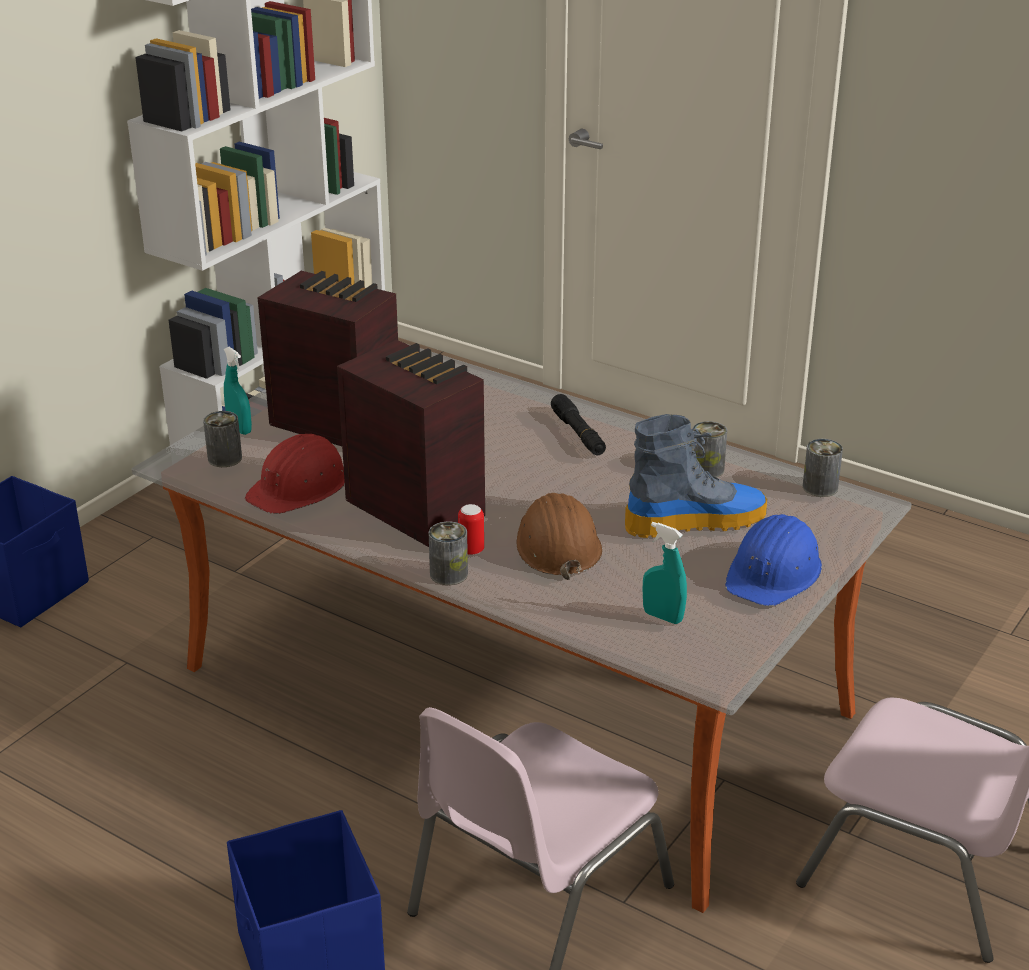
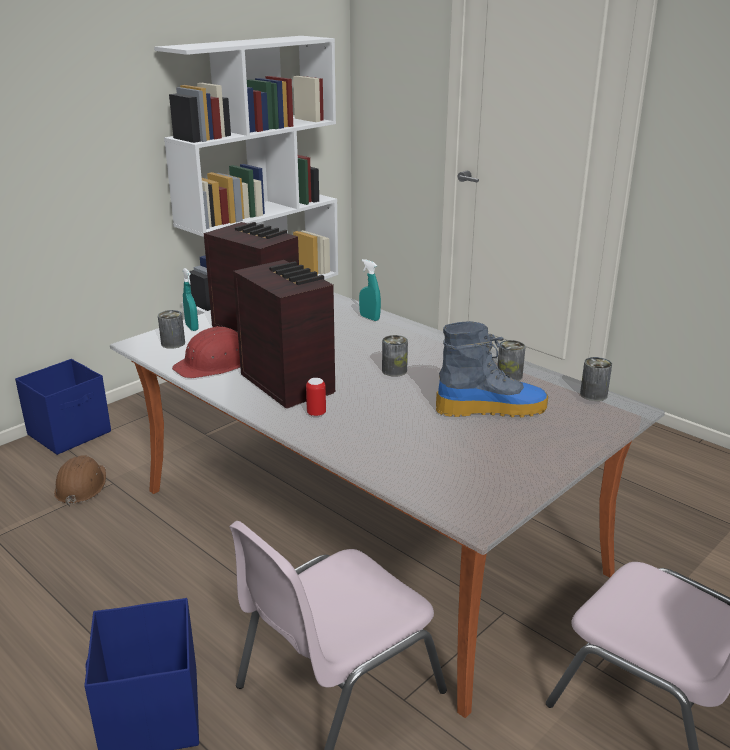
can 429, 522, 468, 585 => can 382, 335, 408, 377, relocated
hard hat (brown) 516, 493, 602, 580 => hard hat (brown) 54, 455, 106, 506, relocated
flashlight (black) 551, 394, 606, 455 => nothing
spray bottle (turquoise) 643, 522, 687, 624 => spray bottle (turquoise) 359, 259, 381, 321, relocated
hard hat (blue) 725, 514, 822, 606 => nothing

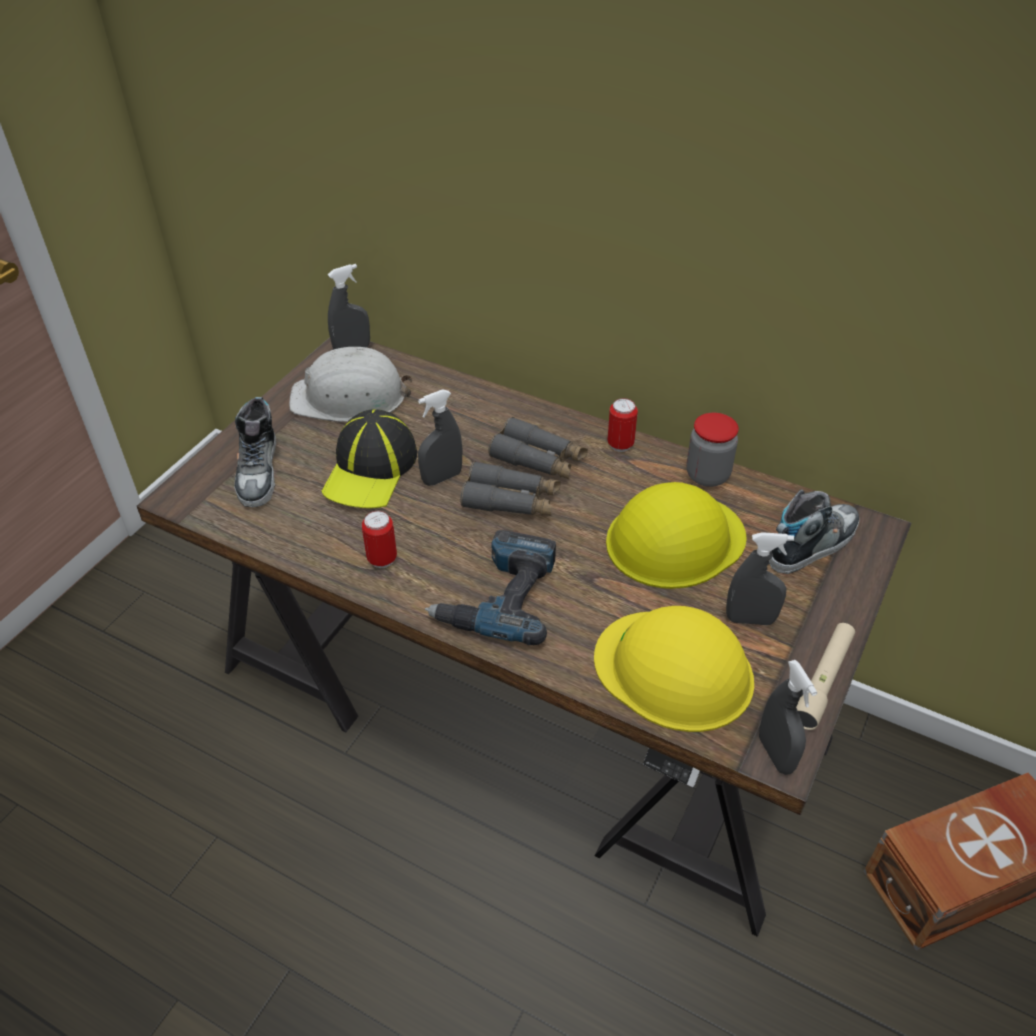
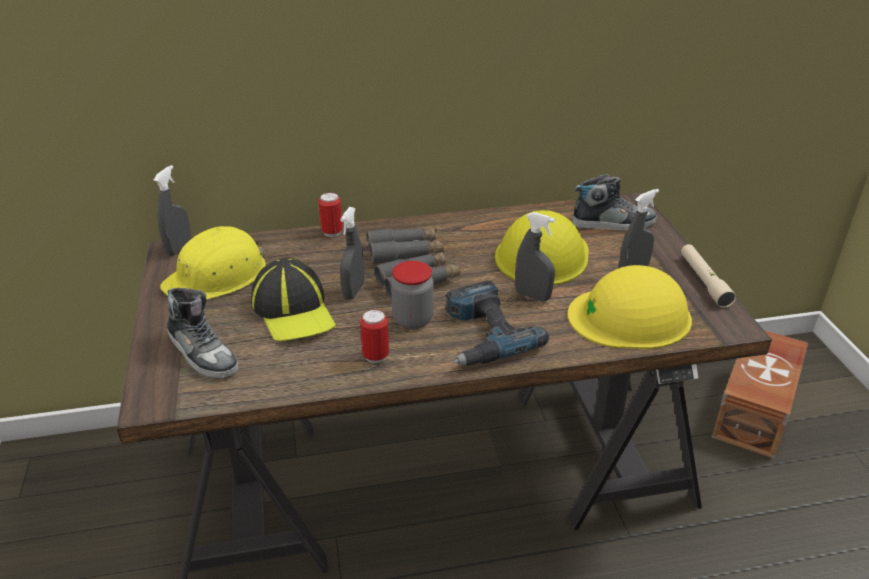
hard hat (white) 289, 347, 412, 422 => hard hat (yellow) 160, 226, 266, 300
can 607, 398, 638, 452 => can 318, 192, 343, 237, relocated
jar 686, 413, 739, 487 => jar 391, 261, 434, 329, relocated
spray bottle (grey) 759, 660, 817, 775 => spray bottle (grey) 515, 212, 556, 301, relocated
shoe 769, 489, 859, 574 => shoe 572, 174, 657, 230, 75 degrees clockwise

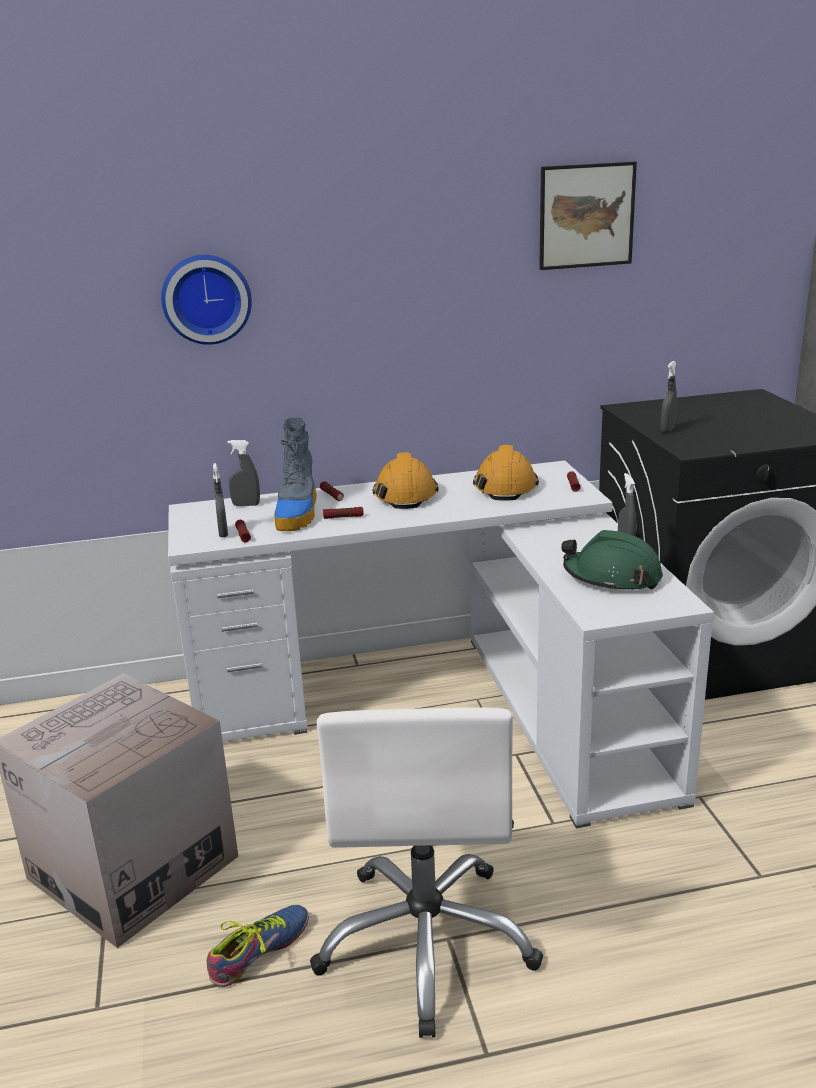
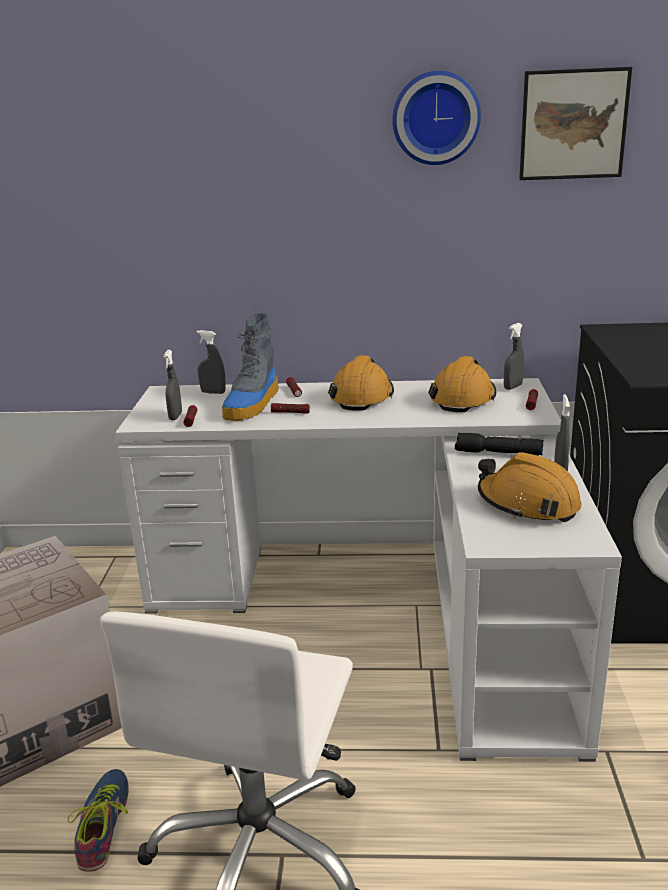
wall clock 161, 255, 252, 345 => wall clock 392, 71, 481, 165, relocated
shoe 207, 905, 309, 987 => shoe 68, 769, 129, 872, 60 degrees counterclockwise
hard hat (green) 561, 530, 663, 592 => hard hat (orange) 478, 452, 582, 522
spray bottle (grey) 661, 361, 677, 433 => spray bottle (grey) 504, 323, 524, 390, relocated
nothing => flashlight (black) 455, 433, 544, 456

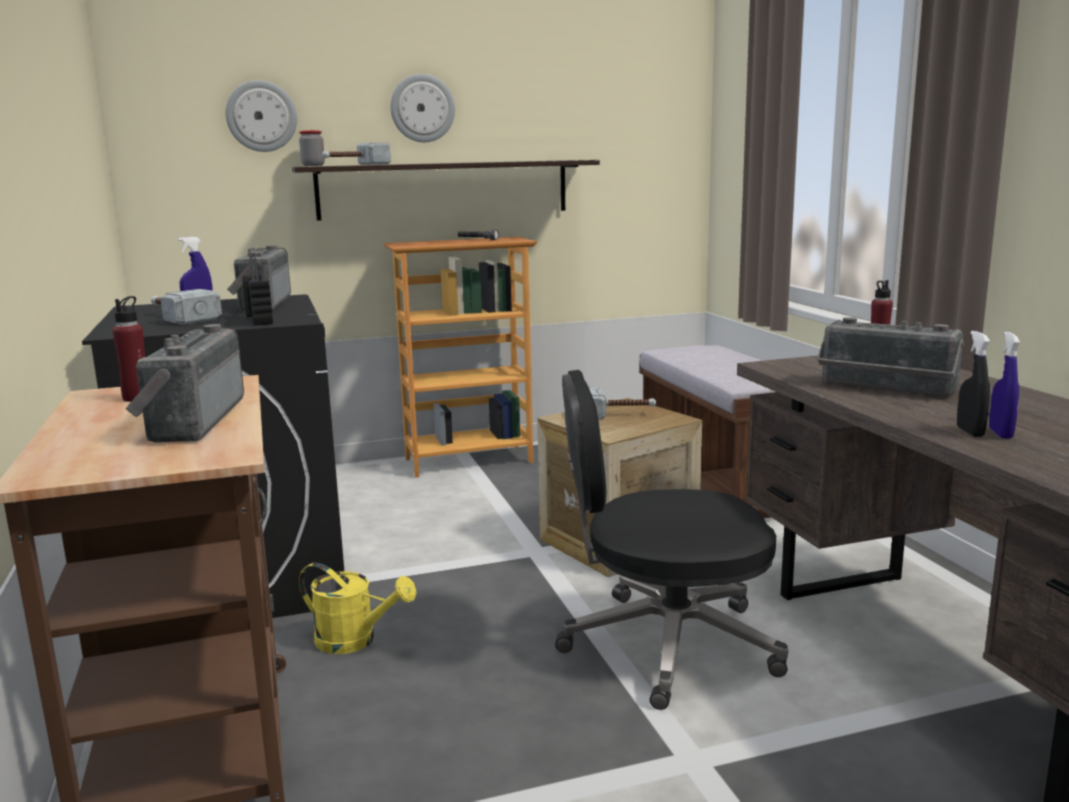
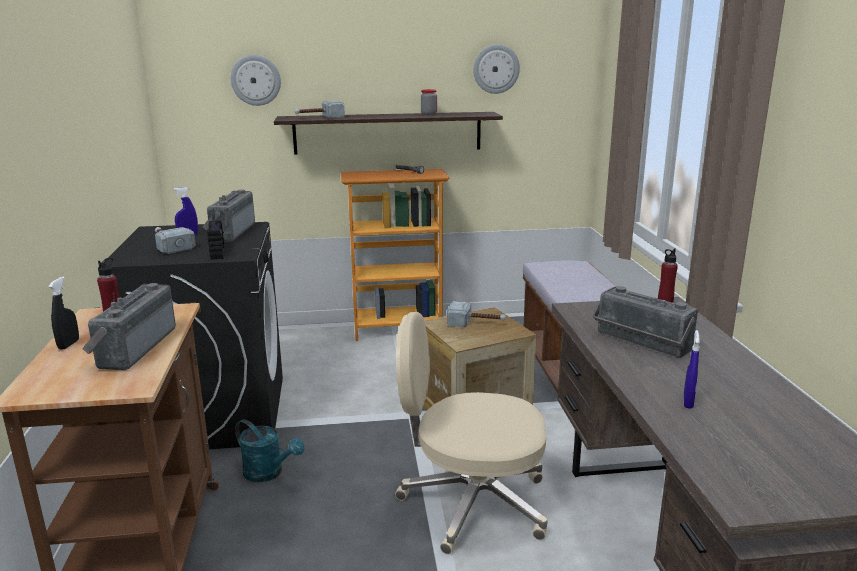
jar 299, 130, 325, 166 => jar 421, 89, 437, 115, relocated
watering can (yellow) 299, 562, 417, 654 => watering can (turquoise) 235, 419, 304, 482
wall clock 390, 74, 455, 142 => wall clock 473, 44, 520, 94, relocated
office chair (black) 555, 370, 788, 710 => office chair (beige) 395, 312, 547, 555
spray bottle (black) 957, 331, 990, 437 => spray bottle (black) 48, 277, 79, 350, relocated

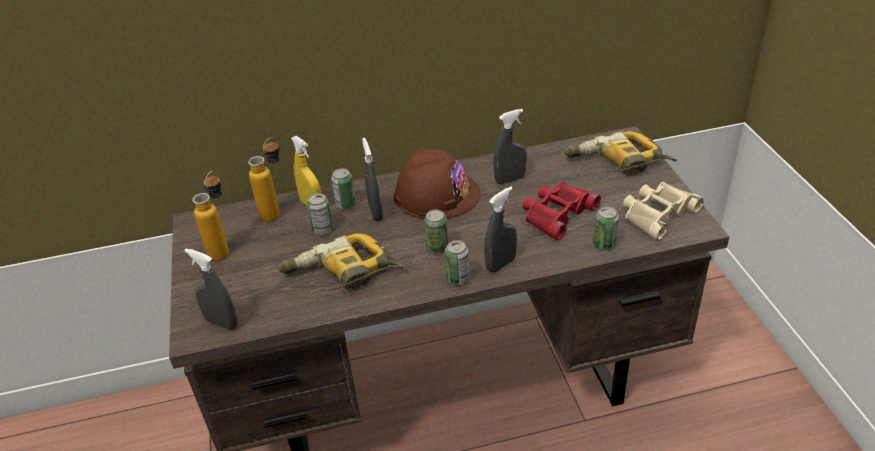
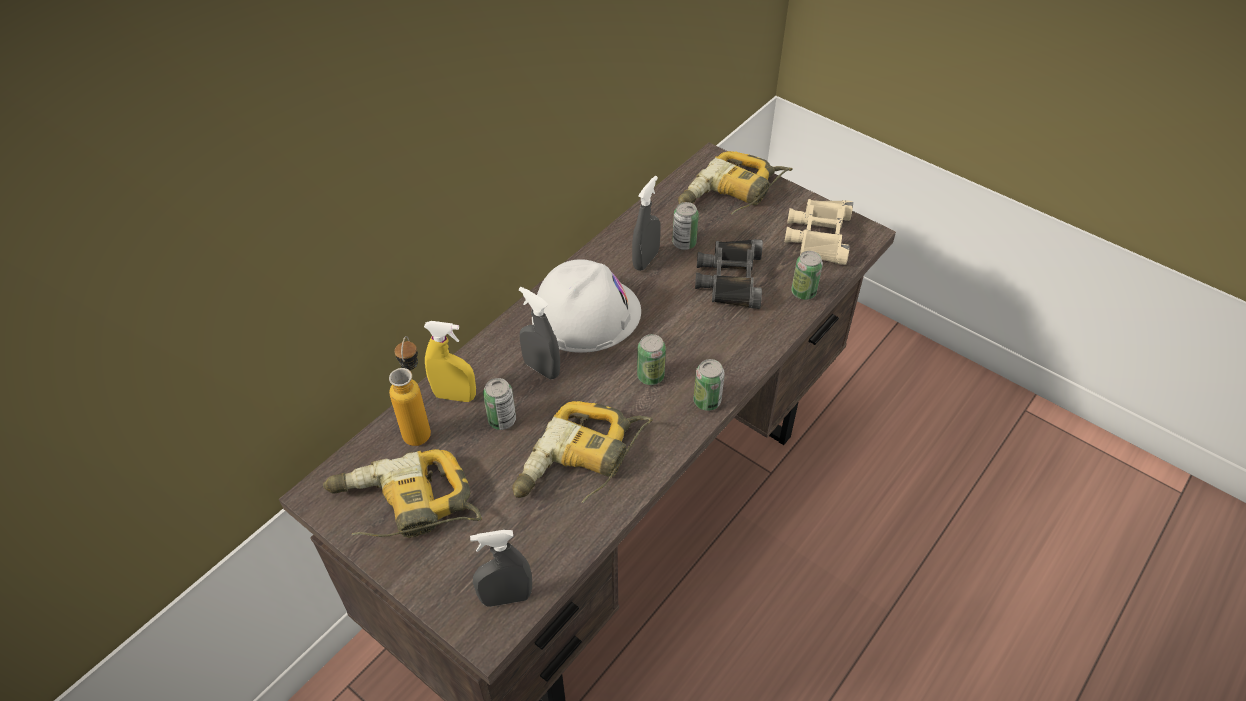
bottle 192, 171, 229, 261 => power drill 323, 449, 482, 538
can 331, 168, 356, 209 => can 672, 202, 699, 250, relocated
hard hat (brown) 393, 148, 481, 219 => hard hat (white) 532, 259, 641, 353
spray bottle (grey) 484, 186, 517, 273 => nothing
binoculars (red) 523, 181, 601, 240 => binoculars (black) 695, 239, 763, 309

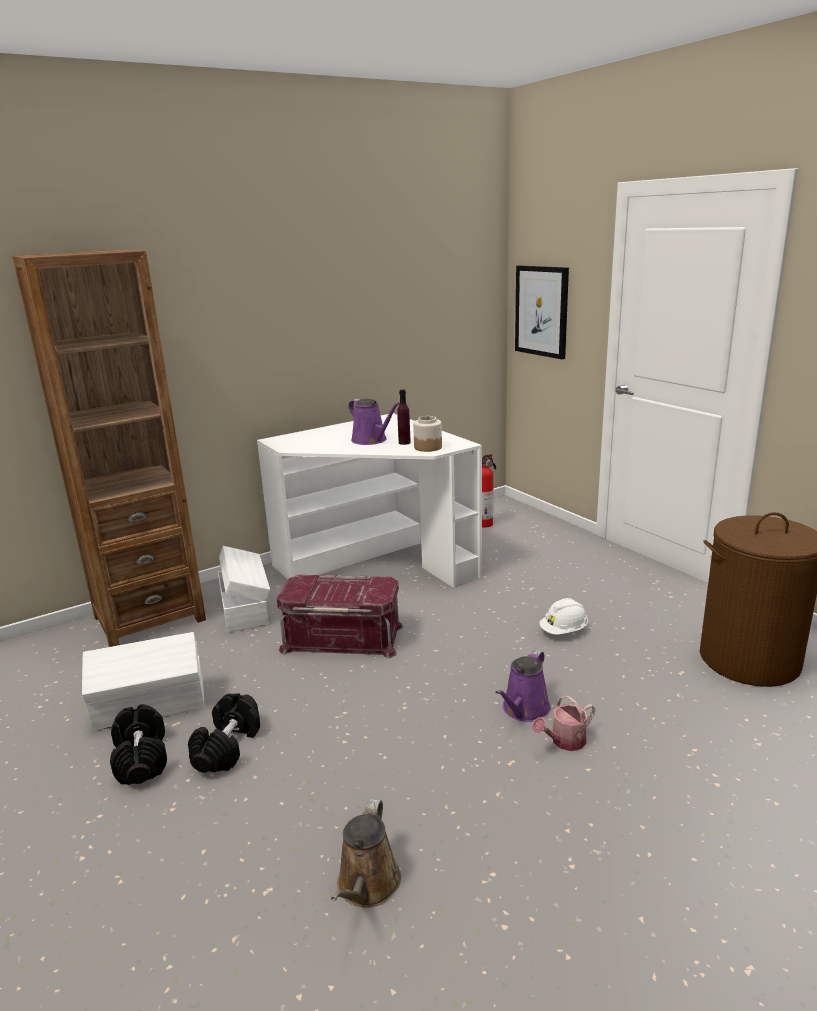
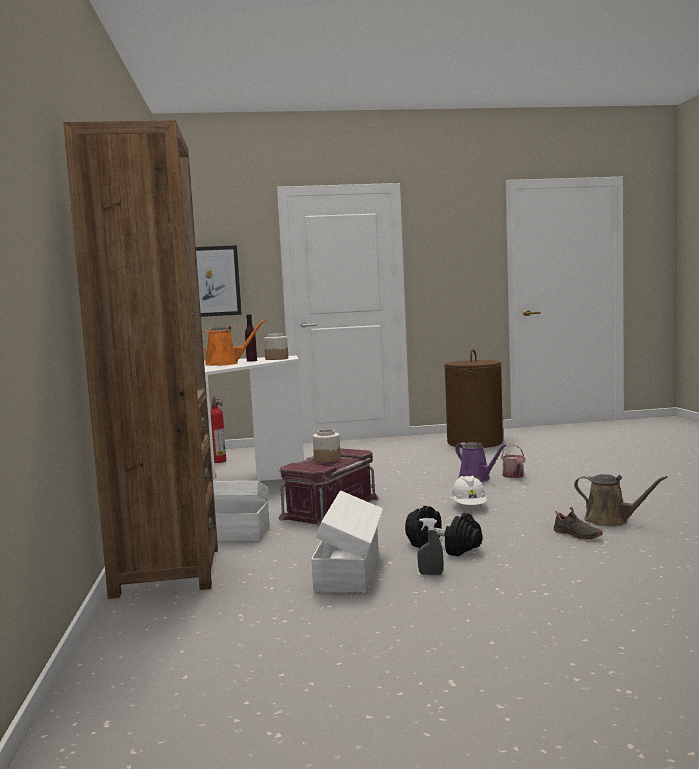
dumbbell (black) 110, 704, 167, 785 => spray bottle (grey) 417, 518, 443, 575
watering can (purple) 349, 399, 400, 445 => watering can (orange) 202, 319, 266, 366
hard hat (white) 539, 598, 588, 635 => hard hat (white) 450, 476, 487, 505, relocated
nothing => jar 313, 429, 341, 463
nothing => shoe (black) 554, 507, 603, 540

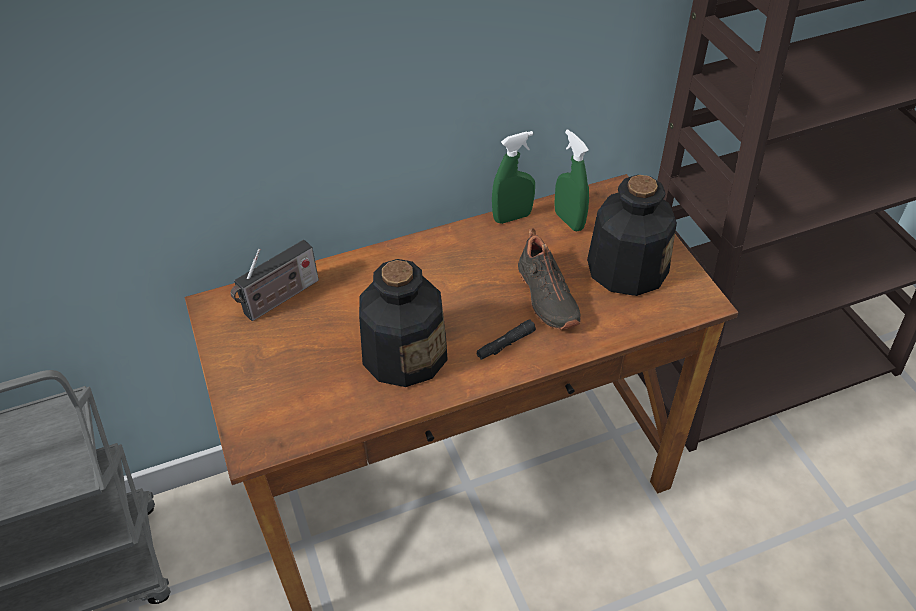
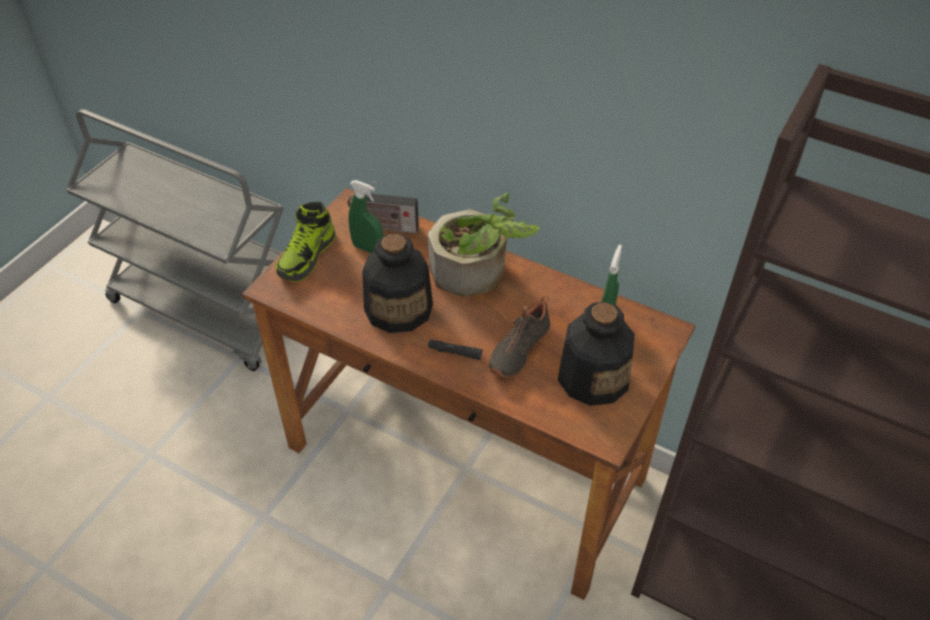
spray bottle (green) 492, 131, 535, 224 => spray bottle (green) 348, 180, 383, 253, relocated
nothing => shoe 276, 202, 335, 282
nothing => potted plant 428, 192, 540, 297

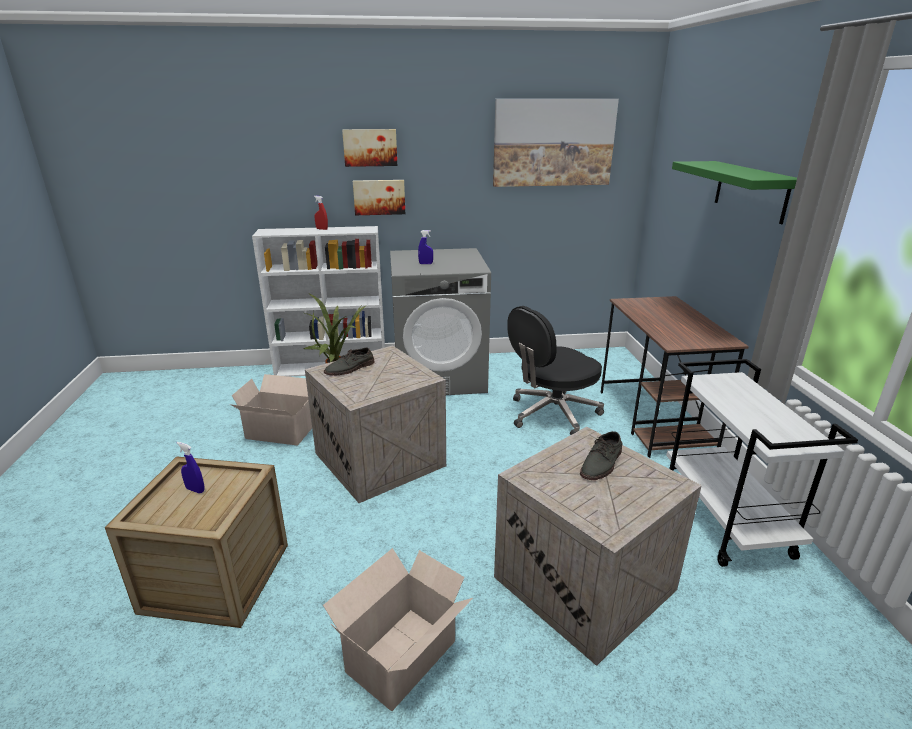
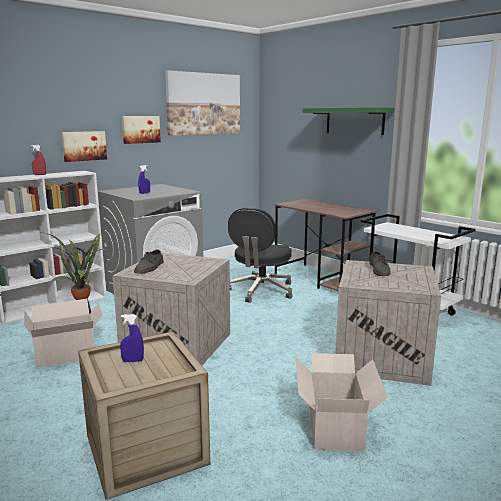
picture 342, 129, 397, 167 => picture 122, 116, 161, 144, relocated

